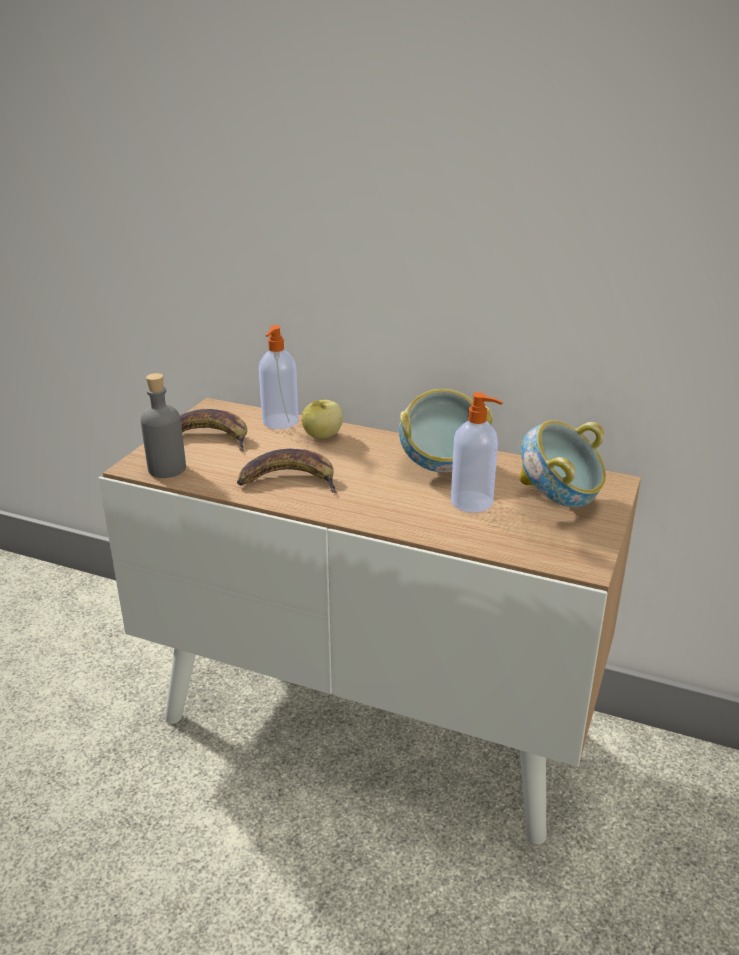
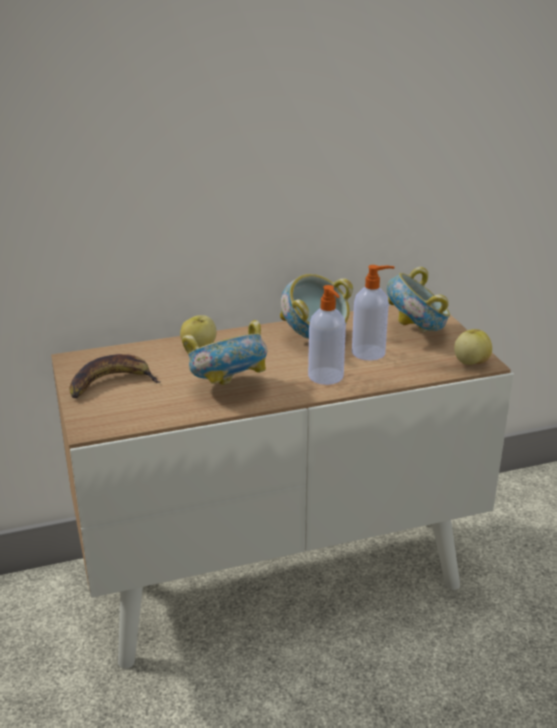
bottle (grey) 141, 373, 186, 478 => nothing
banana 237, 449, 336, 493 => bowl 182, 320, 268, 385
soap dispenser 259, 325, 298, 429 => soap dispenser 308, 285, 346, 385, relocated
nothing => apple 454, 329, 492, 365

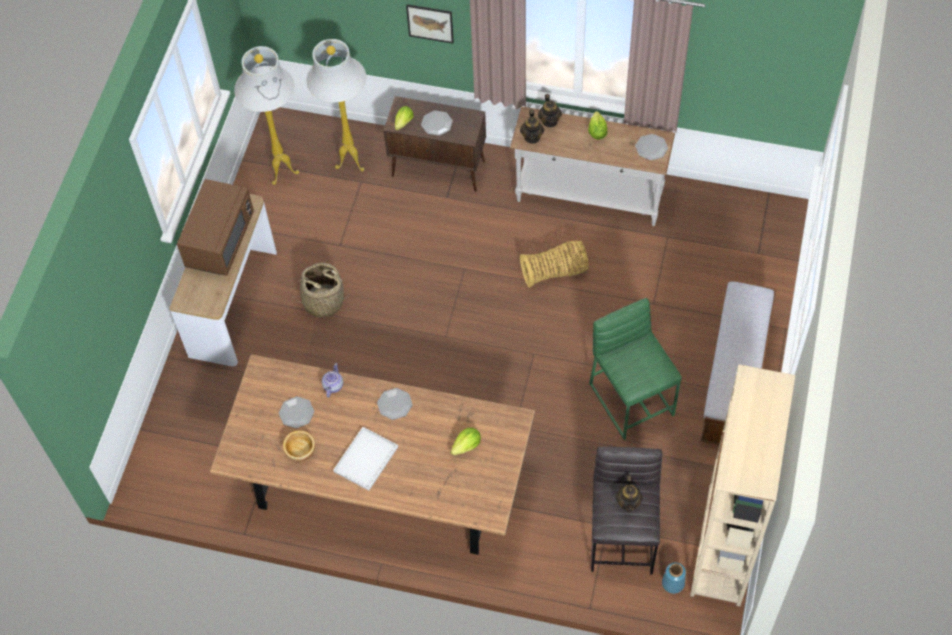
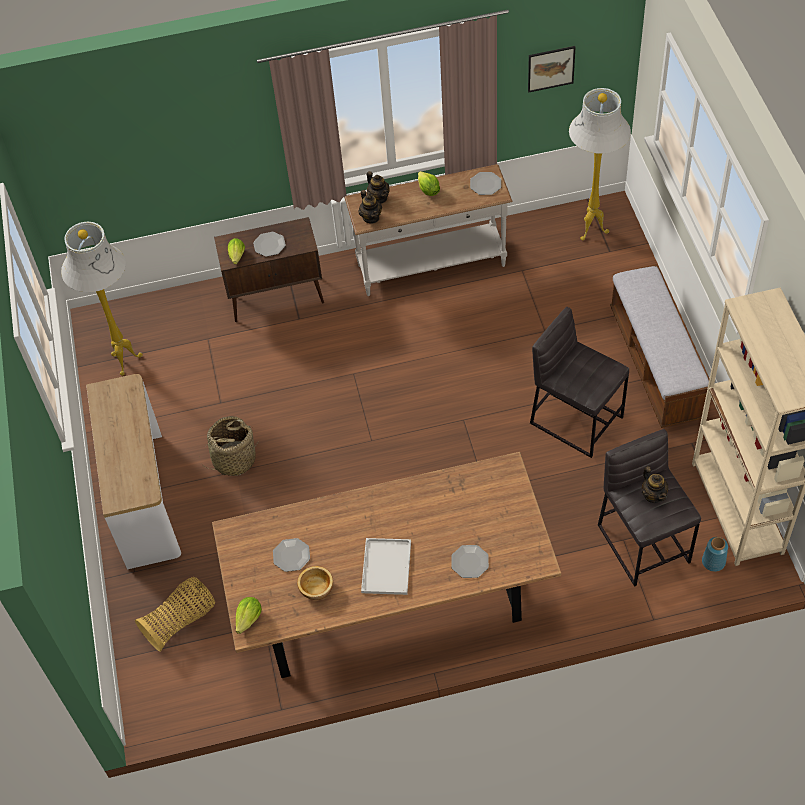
microwave (brown) 177, 179, 254, 276 => nothing
floor lamp (white) 306, 39, 366, 172 => floor lamp (white) 569, 88, 631, 241, relocated
teapot 322, 363, 343, 398 => nothing
plate 377, 388, 412, 420 => plate 451, 545, 489, 578, relocated
picture 406, 4, 454, 44 => picture 528, 46, 576, 92, relocated
lettuce 450, 428, 481, 455 => lettuce 236, 597, 262, 634, relocated
basket 520, 240, 589, 288 => basket 135, 577, 215, 652, relocated
stool (green) 589, 298, 682, 440 => stool (grey) 530, 307, 629, 458

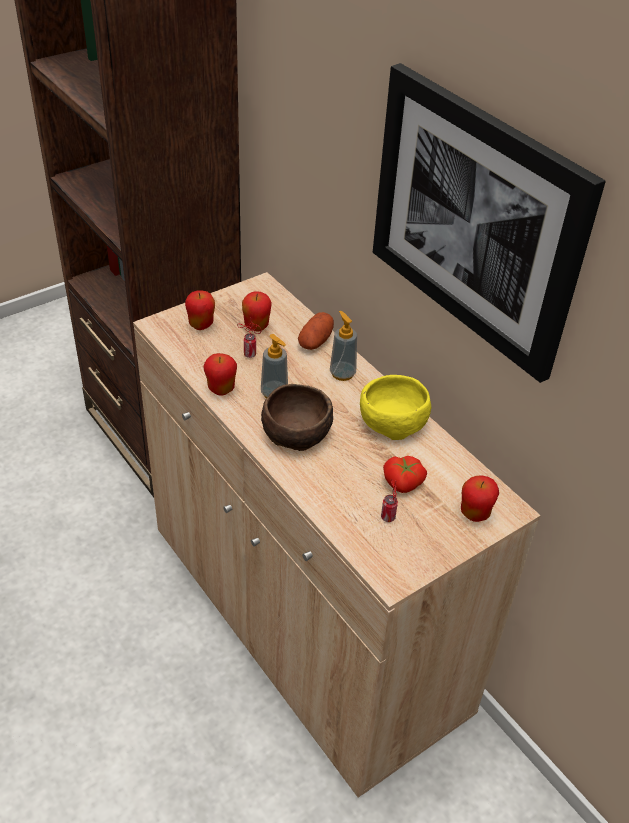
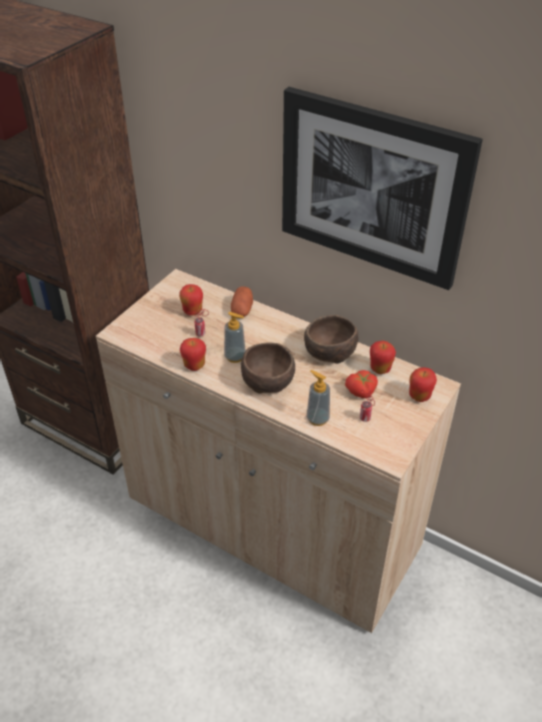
apple 185, 291, 215, 330 => apple 370, 341, 396, 374, relocated
soap dispenser 330, 311, 357, 381 => soap dispenser 306, 370, 330, 426, relocated
bowl (yellow) 360, 375, 431, 440 => bowl (brown) 304, 315, 358, 364

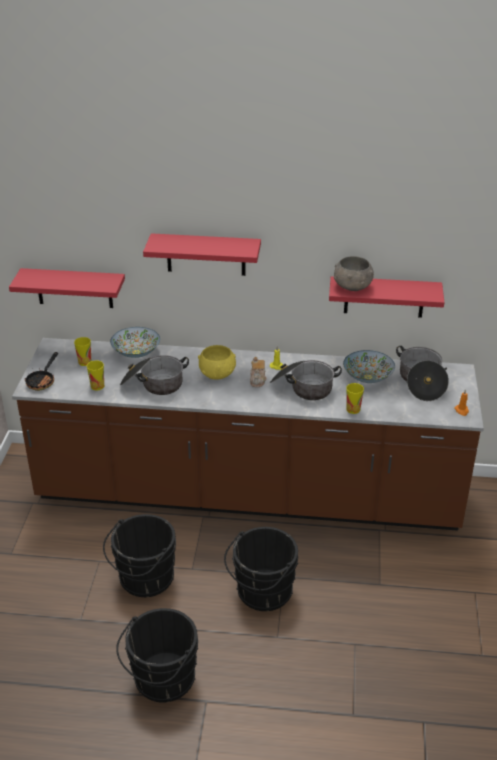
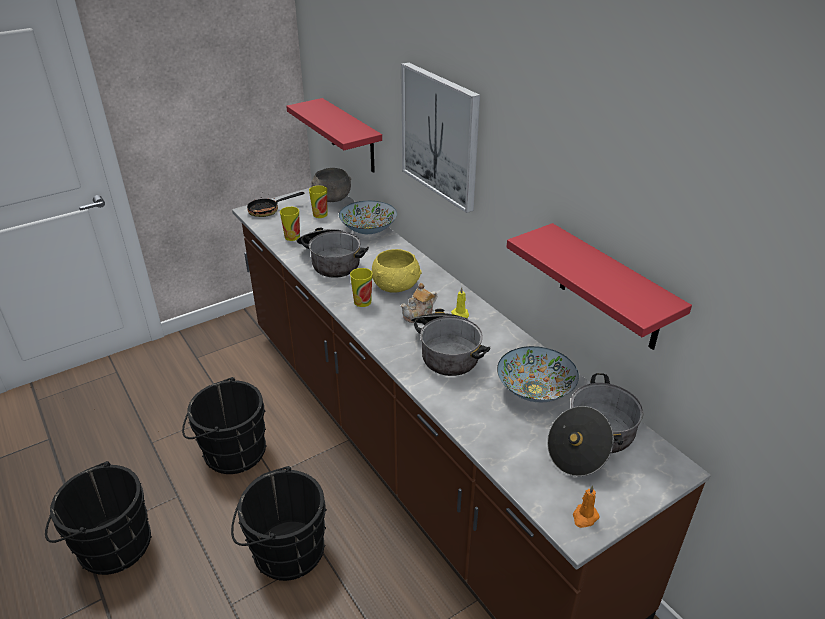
shelf (red) 143, 233, 261, 276 => picture 401, 62, 480, 213
bowl (grey) 334, 256, 374, 291 => bowl (grey) 311, 168, 351, 202, relocated
cup 346, 383, 364, 414 => cup 350, 268, 372, 307, relocated

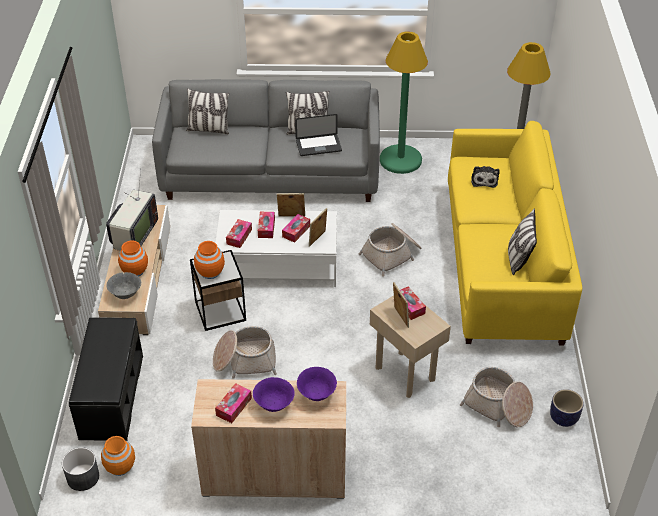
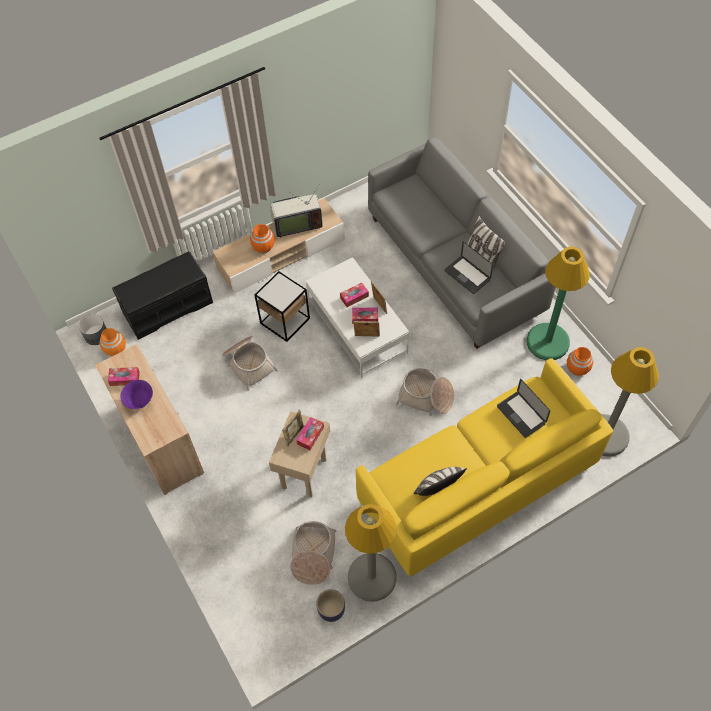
bowl (grey) 106, 272, 141, 299 => nothing
pillow 186, 88, 229, 134 => nothing
vase (orange) 194, 241, 225, 279 => vase (orange) 567, 347, 593, 376, relocated
tissue box 226, 219, 252, 248 => nothing
bowl (purple) 297, 367, 337, 401 => nothing
plush toy 471, 166, 500, 188 => laptop 497, 379, 550, 438
nothing => floor lamp (grey) 345, 504, 397, 602

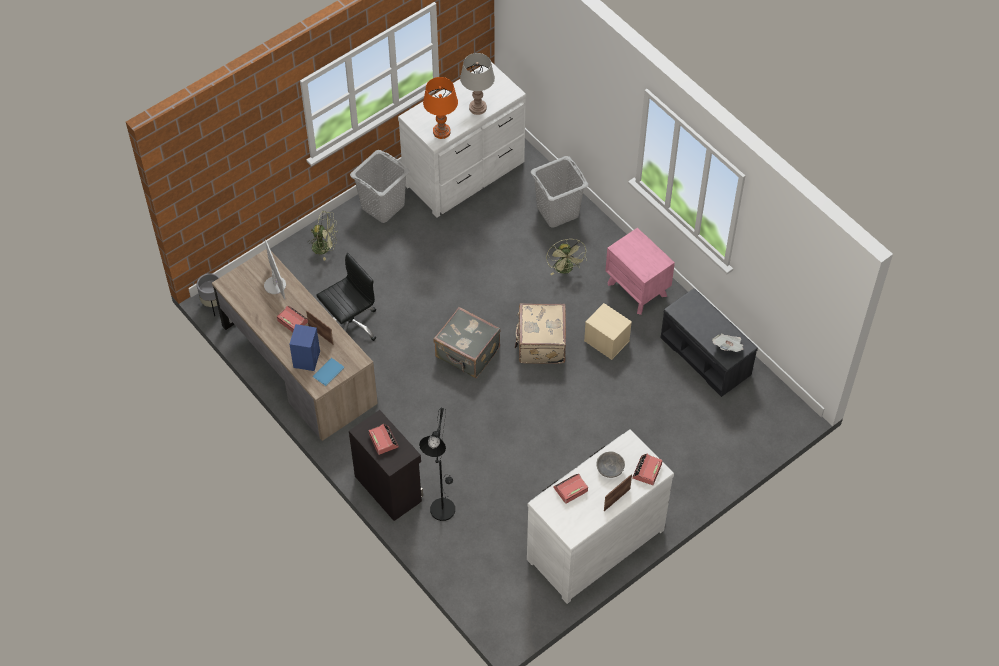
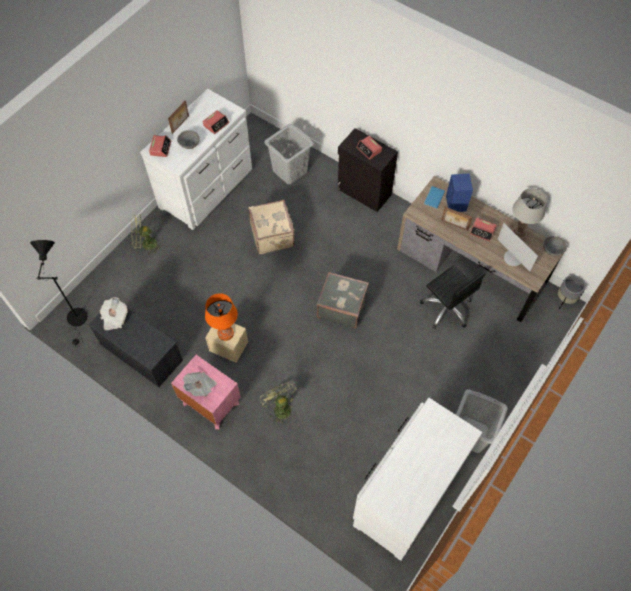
fan (green) 307, 211, 338, 261 => fan (green) 131, 214, 162, 255, relocated
office chair (black) 316, 253, 376, 341 => office chair (black) 420, 265, 486, 329, 75 degrees counterclockwise
floor lamp (black) 419, 408, 455, 521 => floor lamp (black) 30, 240, 88, 347, relocated
table lamp (orange) 423, 77, 458, 139 => table lamp (orange) 205, 293, 238, 341, relocated
table lamp (grey) 460, 53, 495, 115 => table lamp (grey) 512, 188, 547, 240, relocated
suitcase (beige) 515, 303, 566, 364 => suitcase (beige) 248, 200, 295, 254, relocated
laundry basket (grey) 531, 156, 588, 228 => laundry basket (grey) 264, 124, 314, 184, relocated
nothing => newspaper 183, 372, 217, 396
nothing => bowl (grey) 543, 236, 567, 256

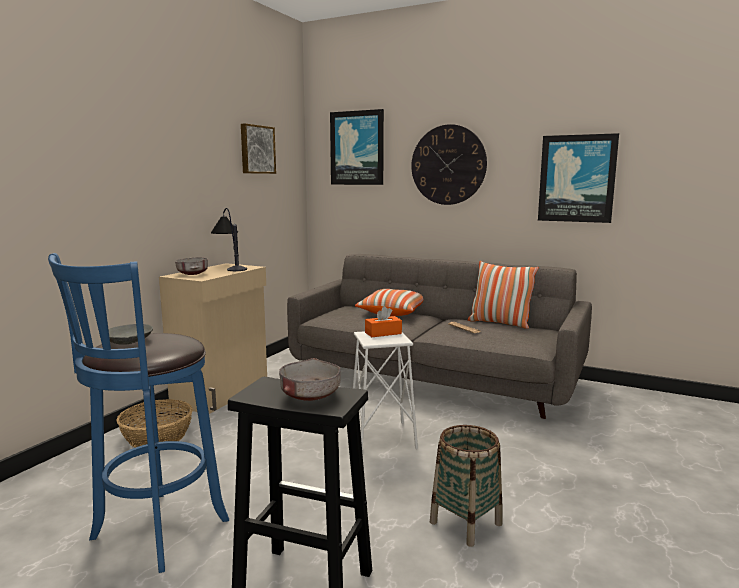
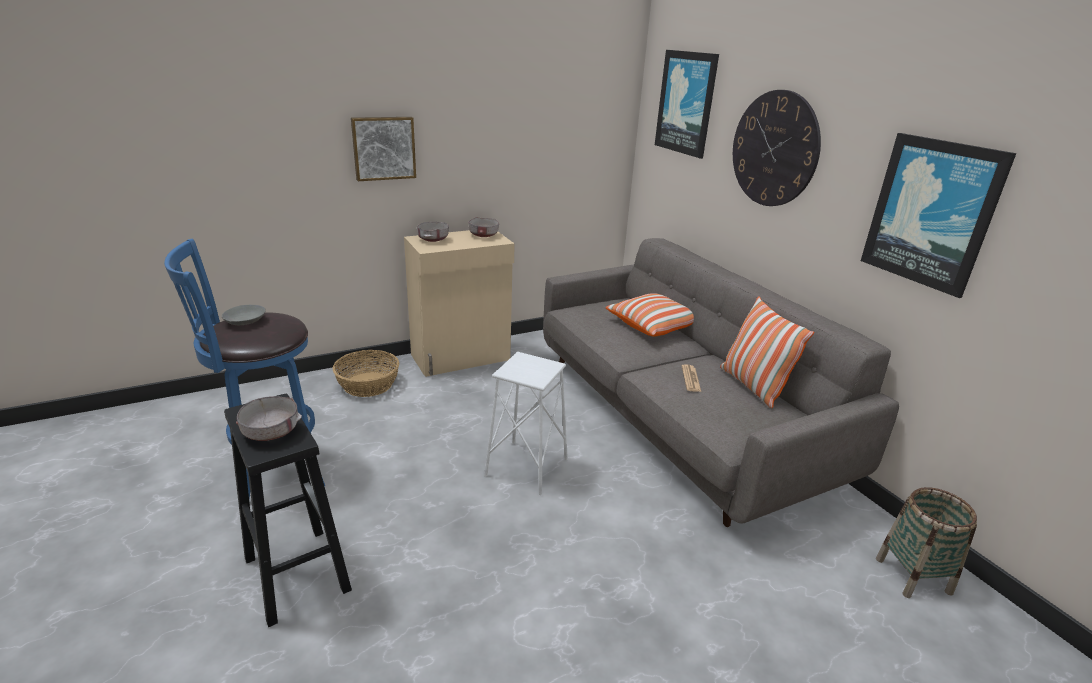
table lamp 211, 208, 247, 271 => bowl (grey) 468, 217, 499, 237
picture 241, 123, 276, 174 => picture 351, 117, 416, 181, relocated
tissue box (orange) 365, 306, 402, 337 => nothing
basket 430, 425, 502, 547 => basket 876, 487, 977, 598, relocated

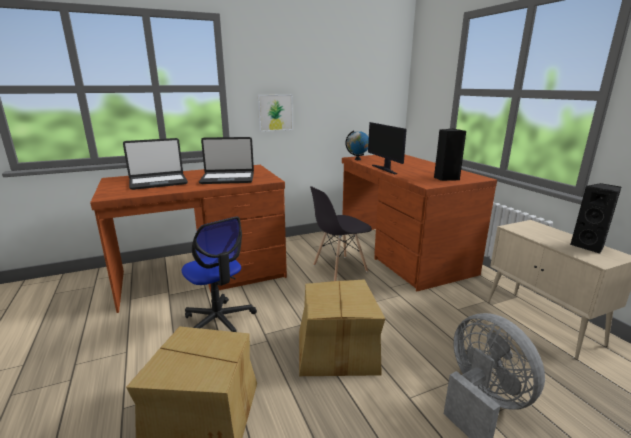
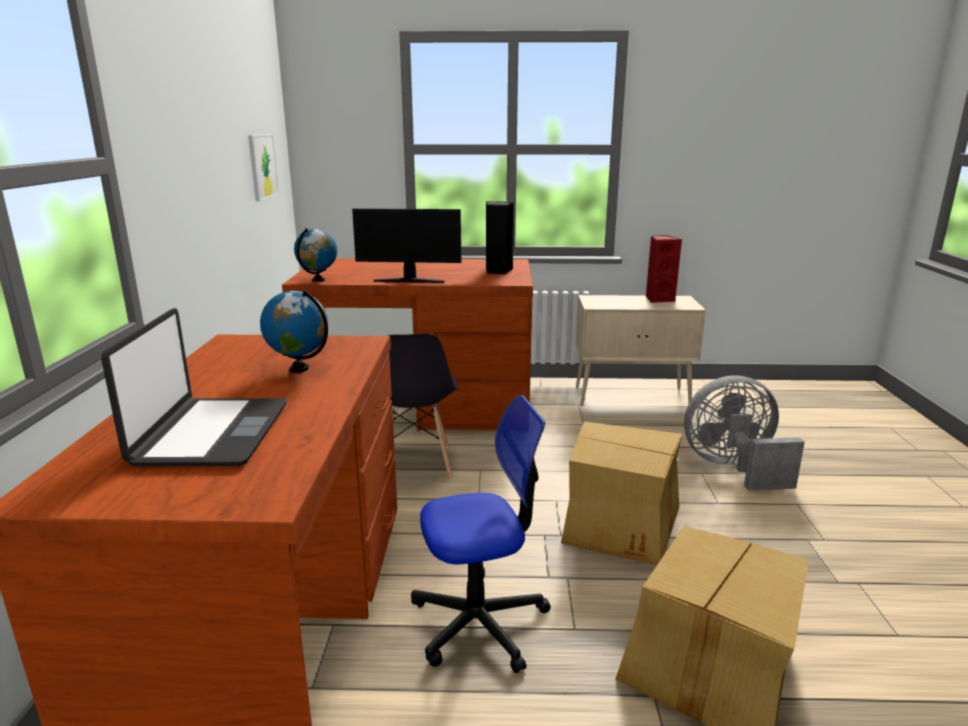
laptop 199, 137, 254, 184 => globe 260, 290, 328, 373
picture 258, 94, 293, 132 => picture 248, 134, 279, 201, relocated
speaker (black) 570, 183, 621, 254 => speaker (red) 646, 235, 682, 303

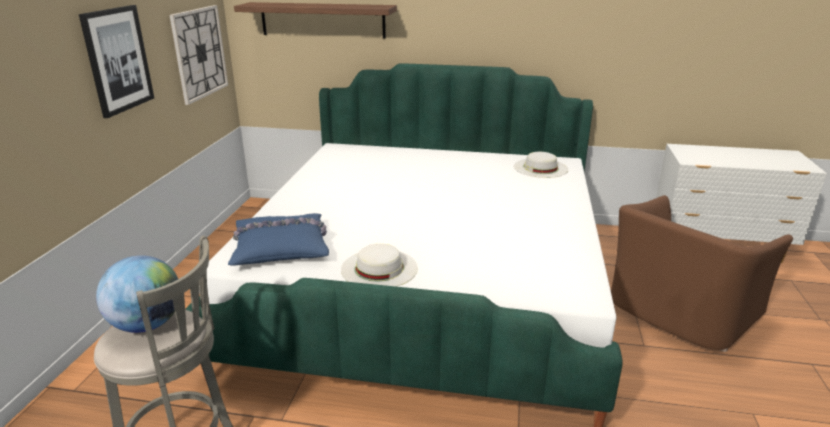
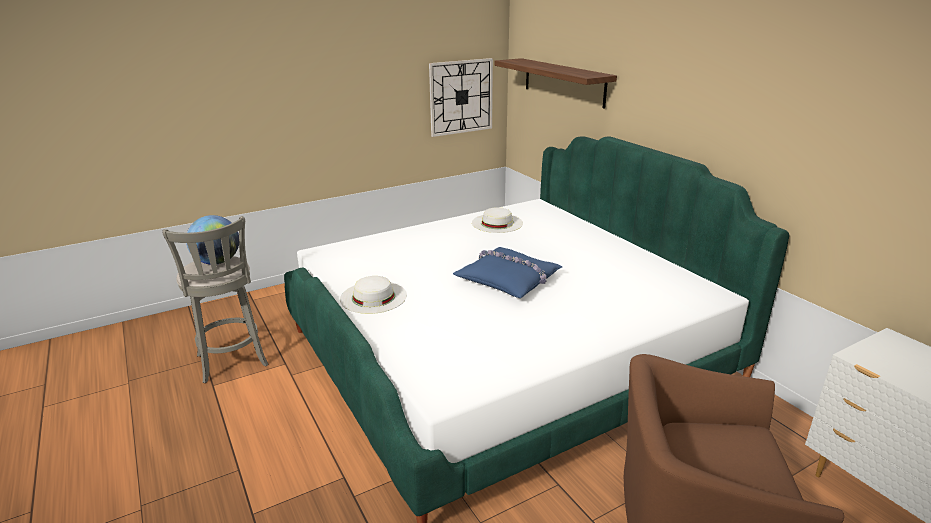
picture 79, 5, 154, 118 => nothing
pillow (blue) 228, 213, 329, 266 => pillow (blue) 453, 247, 562, 298, relocated
hat (white) 514, 152, 568, 178 => hat (white) 472, 207, 523, 233, relocated

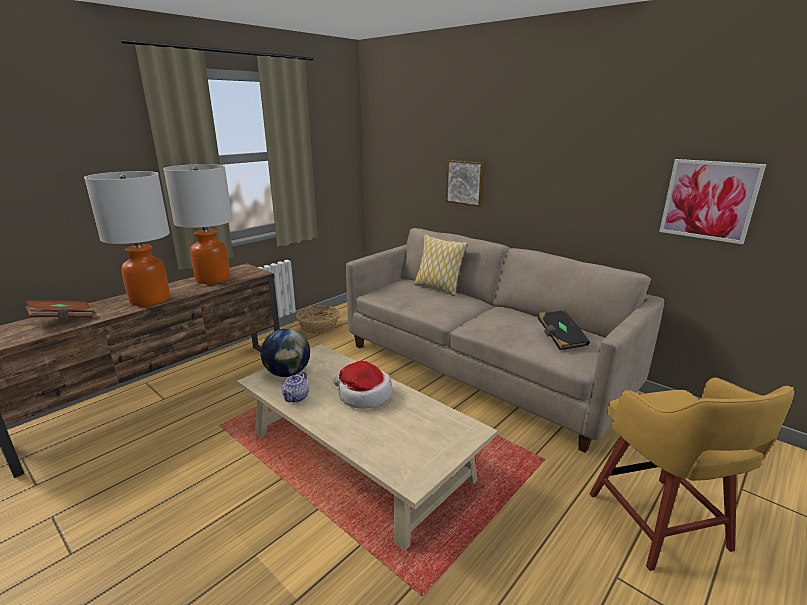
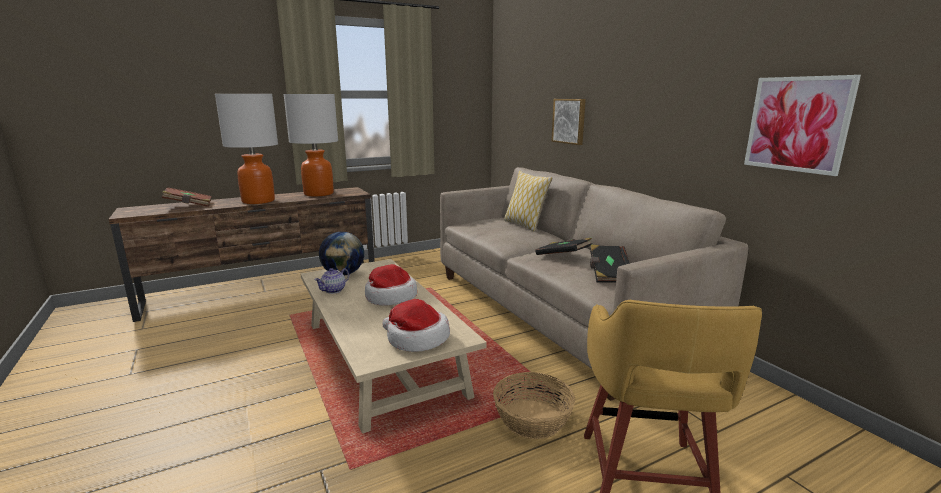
basket 296, 305, 339, 334 => basket 493, 372, 575, 439, relocated
nothing => hat 383, 299, 450, 352
nothing => book (black) 535, 238, 592, 255

